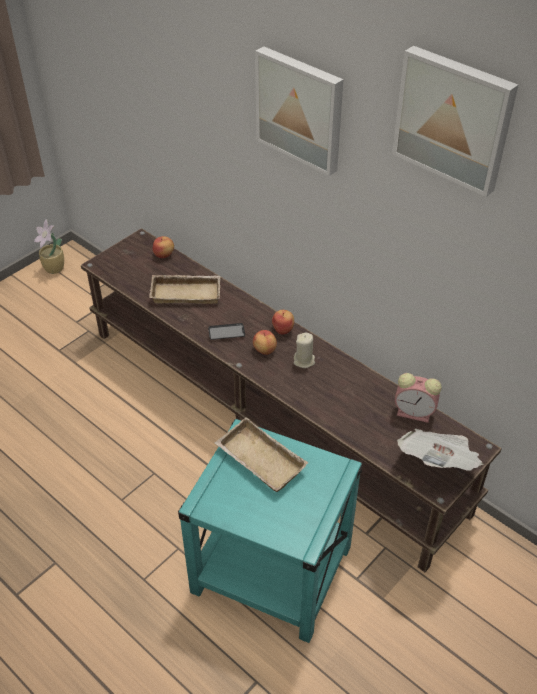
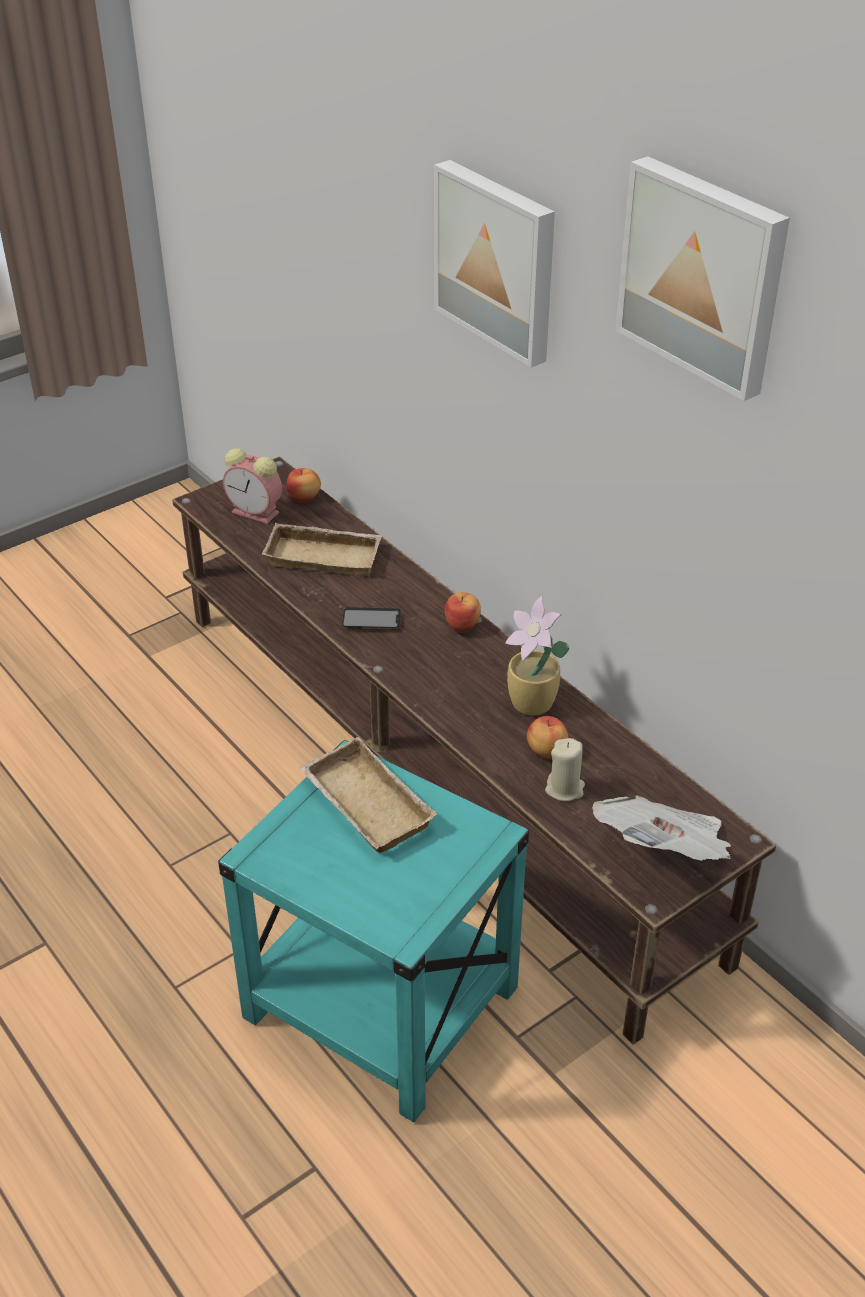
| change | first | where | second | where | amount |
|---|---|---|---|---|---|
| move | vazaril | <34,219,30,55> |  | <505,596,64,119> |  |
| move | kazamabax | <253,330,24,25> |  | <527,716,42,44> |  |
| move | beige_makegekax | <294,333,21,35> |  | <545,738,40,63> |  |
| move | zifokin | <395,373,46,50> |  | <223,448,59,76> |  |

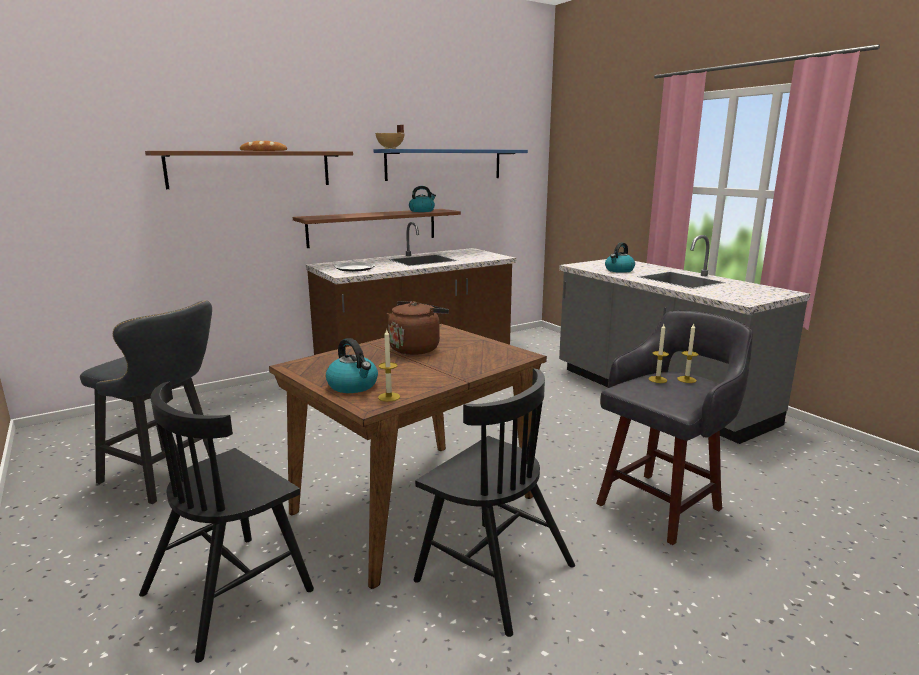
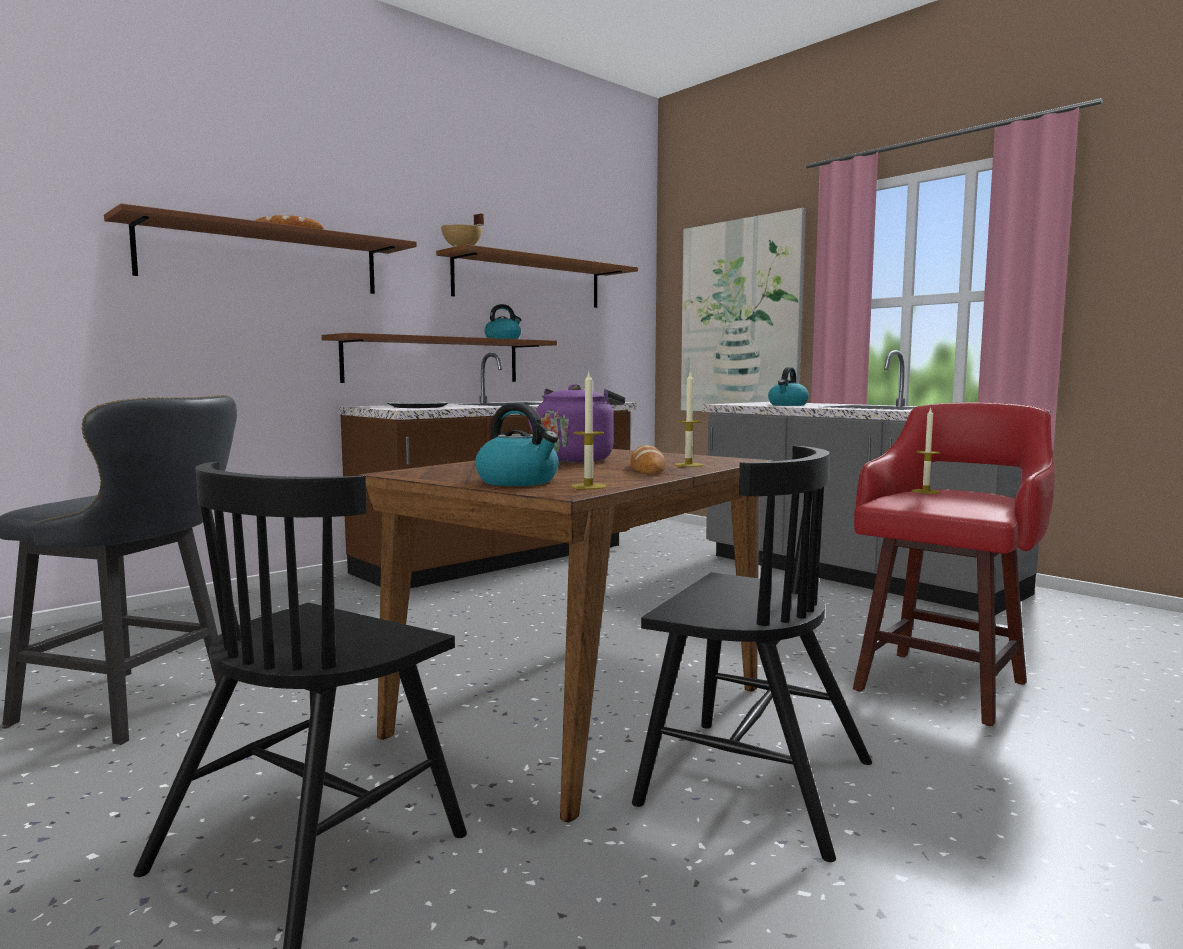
| change | first | where | second | where | amount |
|---|---|---|---|---|---|
| recolor | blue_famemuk | <373,149,155,32> | brown_famemuk | <436,244,202,64> |  |
| recolor | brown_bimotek | <387,301,62,54> | purple_bimotek | <528,384,97,79> |  |
| recolor | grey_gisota | <596,311,157,234> | red_gisota | <853,402,203,324> |  |
| move | makegekax | <677,324,21,59> |  | <674,373,29,94> |  |
| insert |  |  | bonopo | <631,445,34,29> |  |
| insert |  |  | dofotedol | <681,208,125,203> |  |

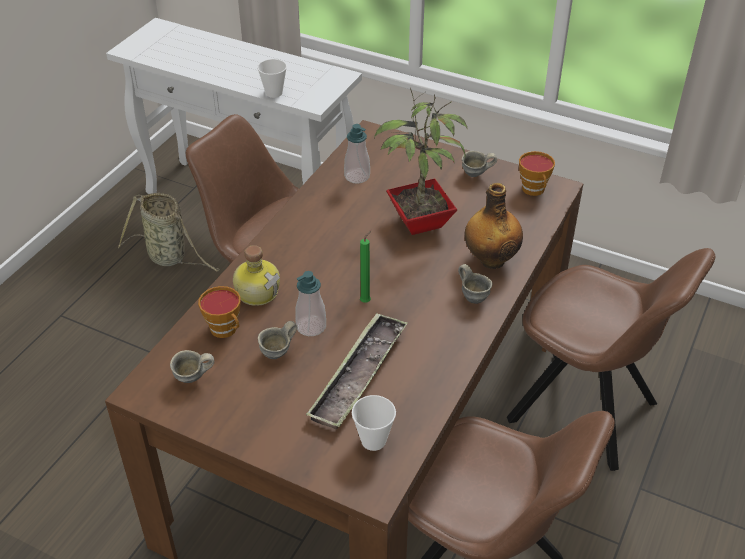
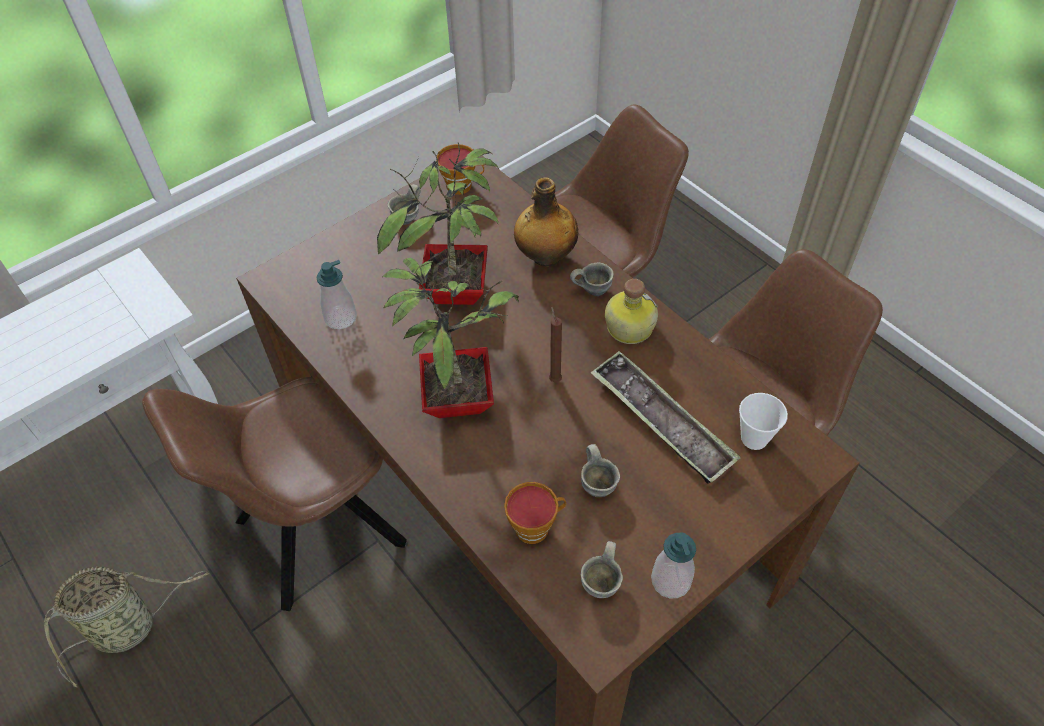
| change | first | where | second | where | amount |
|---|---|---|---|---|---|
| move | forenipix | <233,245,47,61> |  | <605,279,53,65> |  |
| delete | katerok | <257,59,30,39> |  |  |  |
| move | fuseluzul | <295,271,31,65> |  | <651,533,45,65> |  |
| recolor | green_makegekax | <360,230,12,73> | brown_makegekax | <549,306,13,76> |  |
| insert |  |  | vazaril | <383,258,136,160> |  |

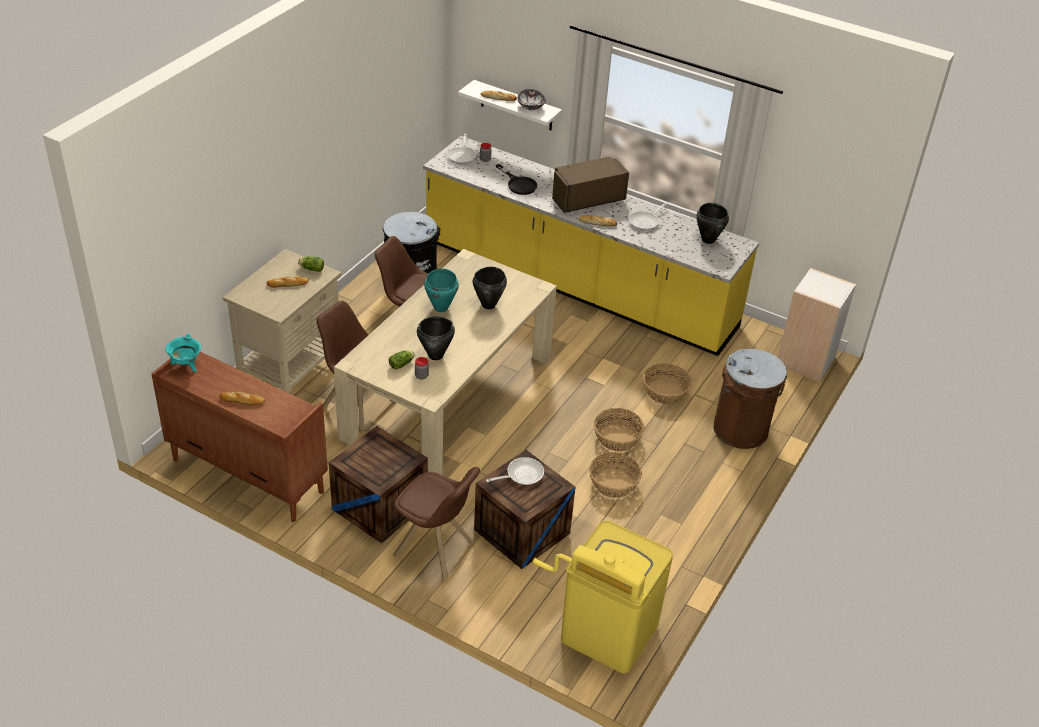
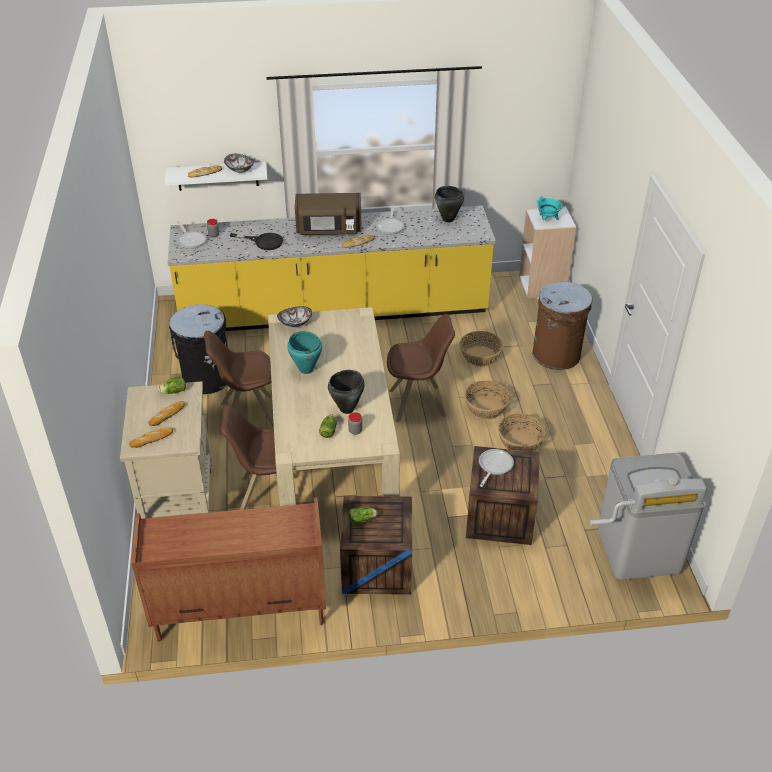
| change | first | where | second | where | amount |
|---|---|---|---|---|---|
| move | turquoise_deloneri | <165,333,36,39> |  | <537,196,26,24> |  |
| move | bonopo | <220,392,45,13> |  | <129,427,44,21> |  |
| move | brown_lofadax | <393,467,87,113> |  | <387,314,68,109> |  |
| delete | black_deloneri | <473,267,34,42> |  |  |  |
| recolor | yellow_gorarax | <532,521,141,152> | grey_gorarax | <590,453,117,127> |  |
| rotate | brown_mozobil | <552,156,77,57> |  | <295,193,67,42> | 120 degrees counterclockwise |
| insert |  |  | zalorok | <277,306,35,21> |  |
| insert |  |  | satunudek | <349,507,29,17> |  |

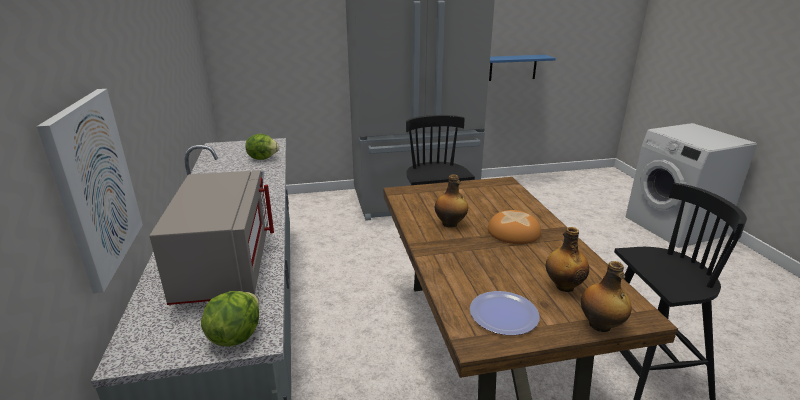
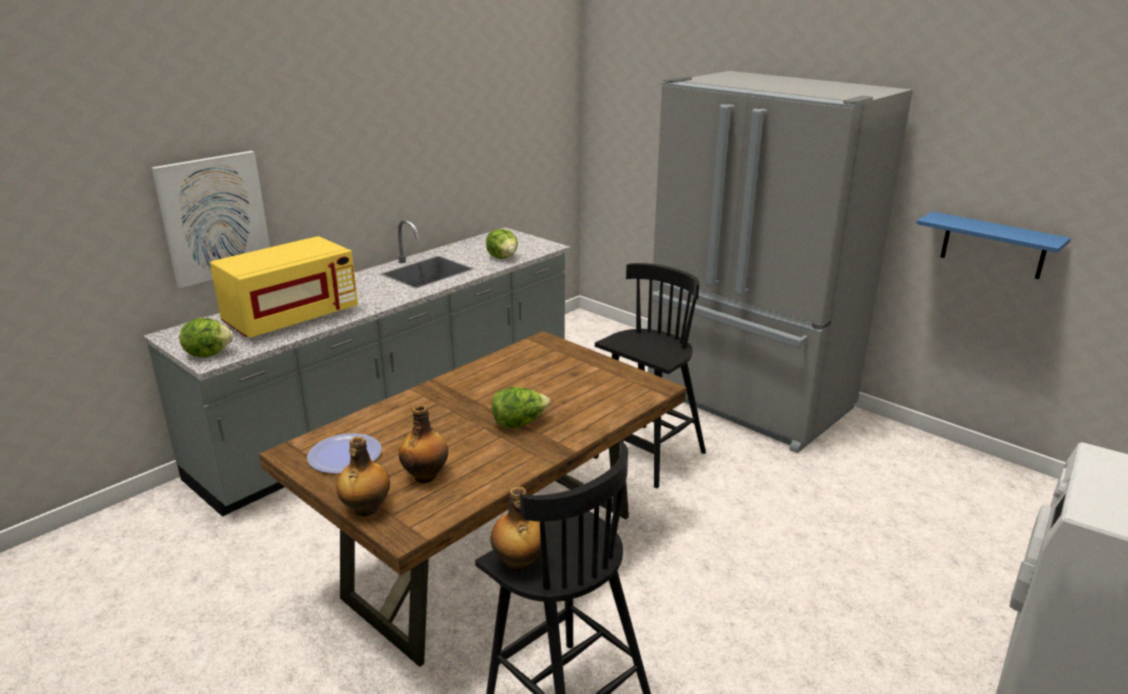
| change | first | where | second | where | amount |
|---|---|---|---|---|---|
| recolor | grey_mozobil | <150,170,124,135> | yellow_mozobil | <210,236,148,102> |  |
| move | forenipix | <434,174,34,54> |  | <490,487,51,84> |  |
| replace | bonopo | <488,210,53,34> | satunudek | <491,387,60,41> |  |

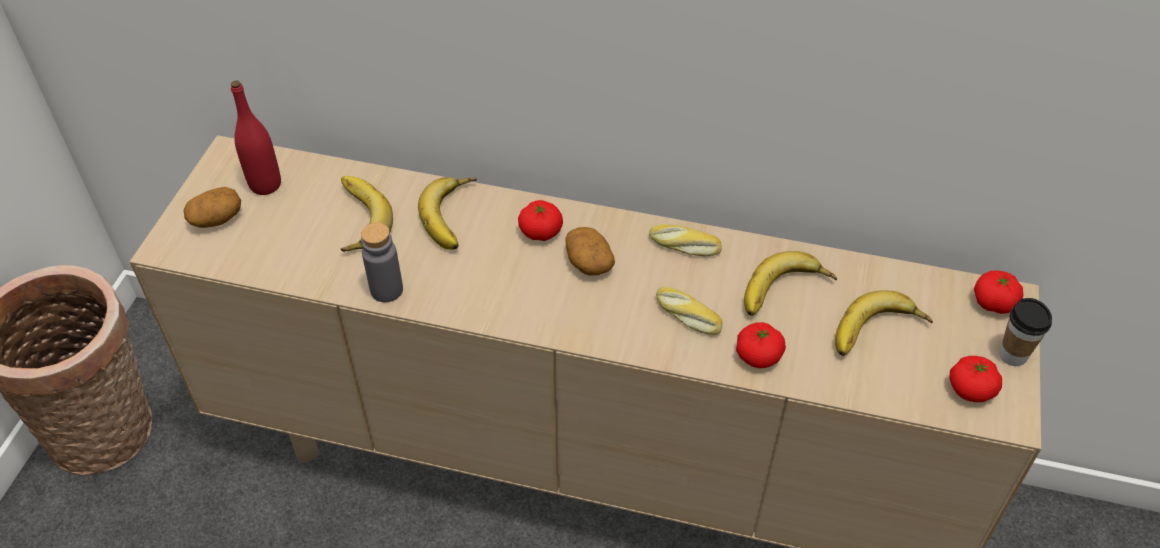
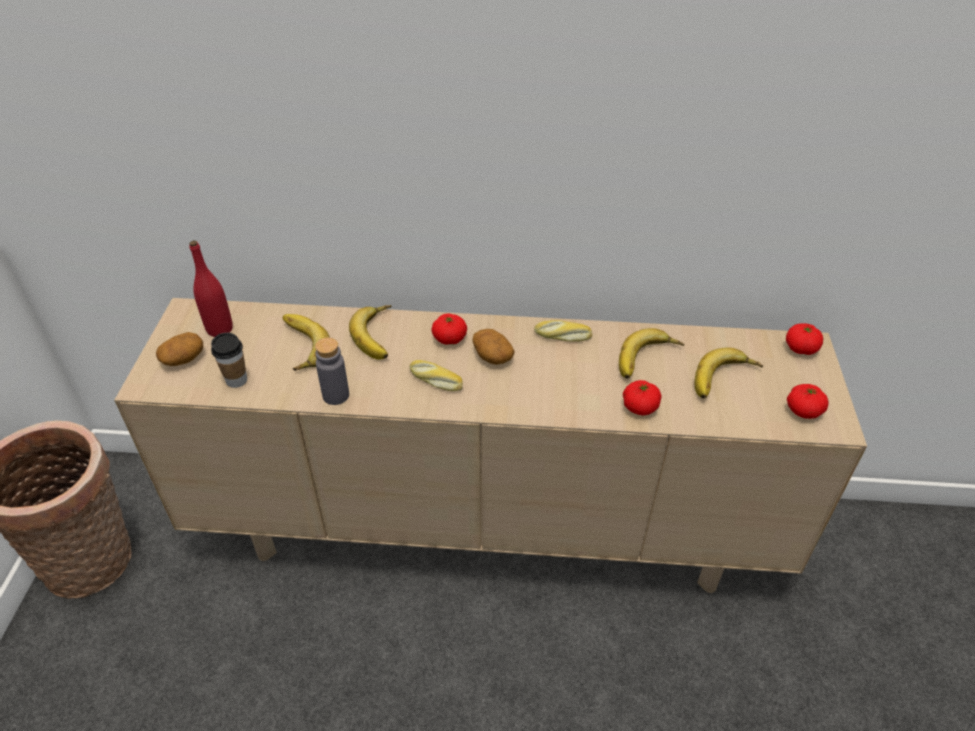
| change | first | where | second | where | amount |
|---|---|---|---|---|---|
| move | bonopo | <656,287,66,48> |  | <409,360,54,31> |  |
| move | katerok | <999,298,53,68> |  | <211,333,36,55> |  |

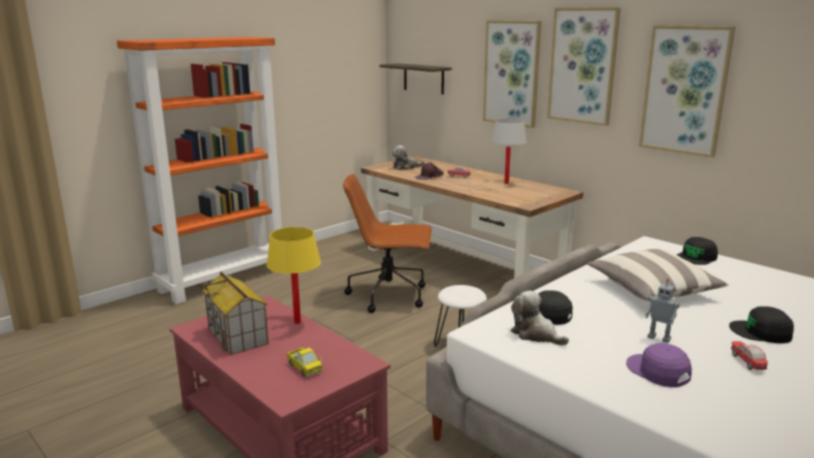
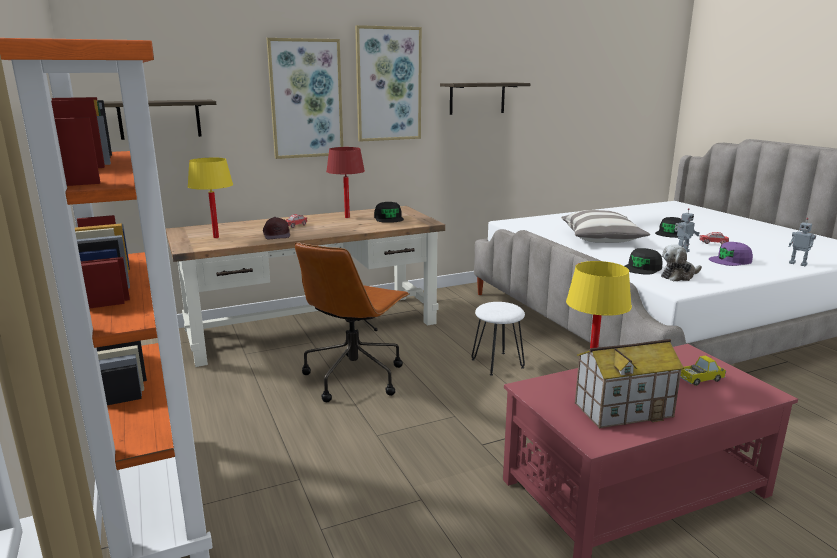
| change | first | where | second | where | amount |
|---|---|---|---|---|---|
| replace | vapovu | <392,145,33,25> | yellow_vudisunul | <187,158,46,80> |  |
| recolor | white_vudisunul | <491,119,36,65> | red_vudisunul | <326,147,39,71> |  |
| replace | dofotedol | <639,25,96,133> | famemuk | <440,82,90,33> |  |
| move | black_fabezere | <677,237,41,28> |  | <374,202,30,21> |  |
| insert |  |  | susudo | <789,218,27,48> |  |

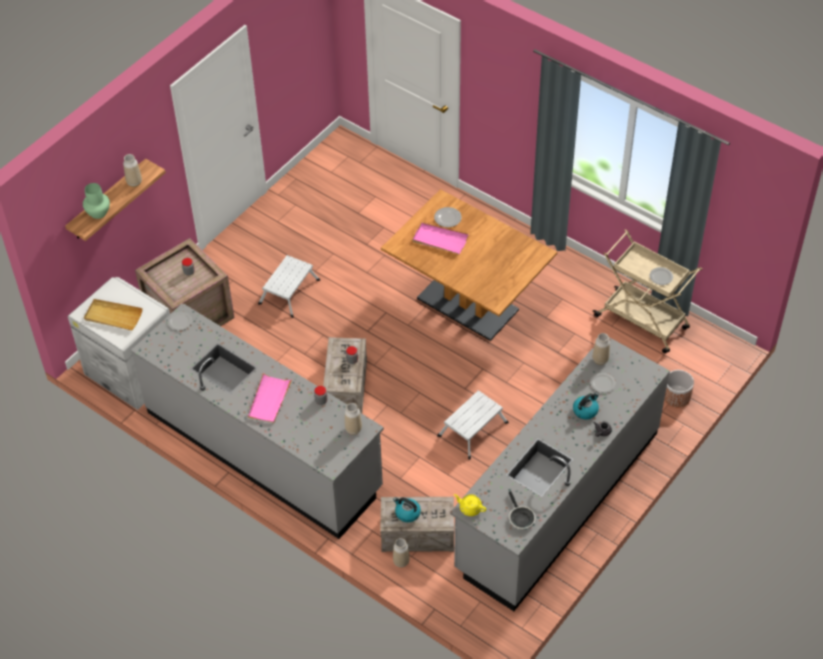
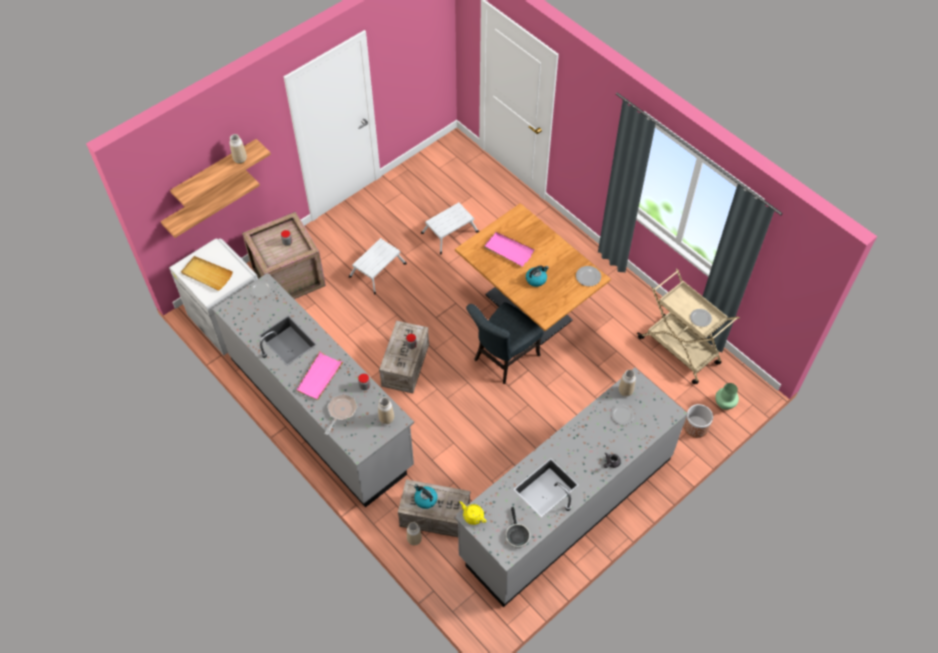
| change | first | where | second | where | amount |
|---|---|---|---|---|---|
| move | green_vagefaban | <83,183,27,36> |  | <715,383,24,27> |  |
| move | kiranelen | <434,207,28,20> |  | <576,266,25,20> |  |
| move | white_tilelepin | <437,390,72,70> |  | <421,202,58,53> |  |
| move | bimotek | <573,393,26,27> |  | <526,266,23,21> |  |
| insert |  |  | famemuk | <161,170,99,68> |  |
| insert |  |  | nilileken | <324,394,34,41> |  |
| insert |  |  | grey_lofadax | <466,302,77,82> |  |

